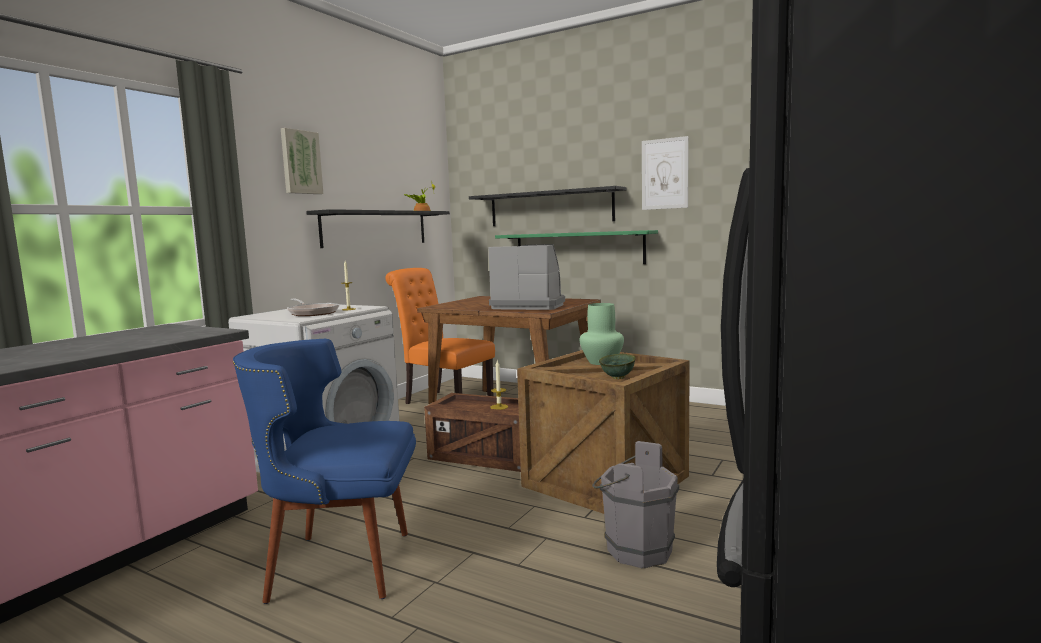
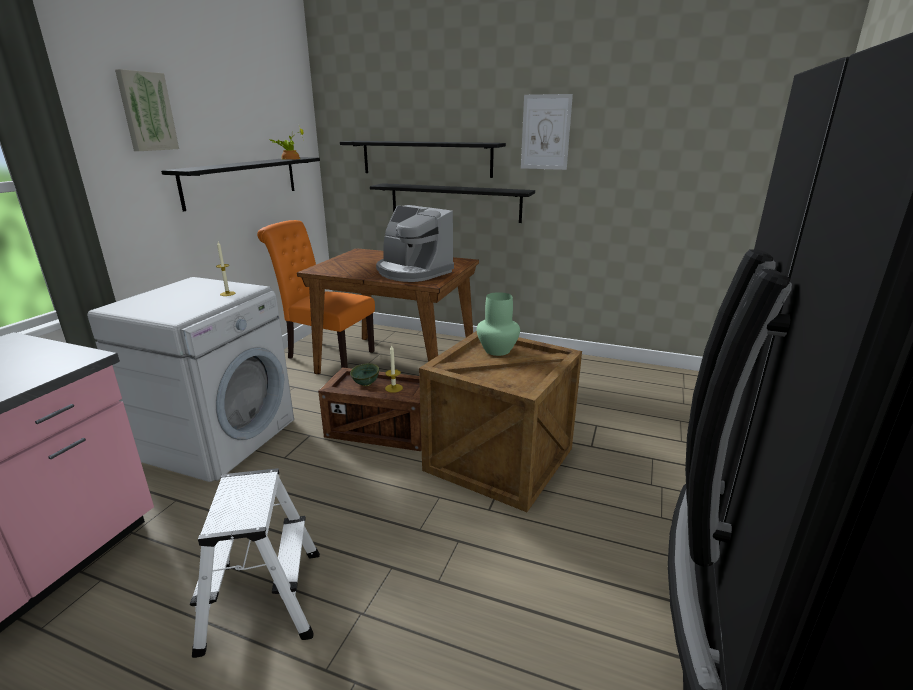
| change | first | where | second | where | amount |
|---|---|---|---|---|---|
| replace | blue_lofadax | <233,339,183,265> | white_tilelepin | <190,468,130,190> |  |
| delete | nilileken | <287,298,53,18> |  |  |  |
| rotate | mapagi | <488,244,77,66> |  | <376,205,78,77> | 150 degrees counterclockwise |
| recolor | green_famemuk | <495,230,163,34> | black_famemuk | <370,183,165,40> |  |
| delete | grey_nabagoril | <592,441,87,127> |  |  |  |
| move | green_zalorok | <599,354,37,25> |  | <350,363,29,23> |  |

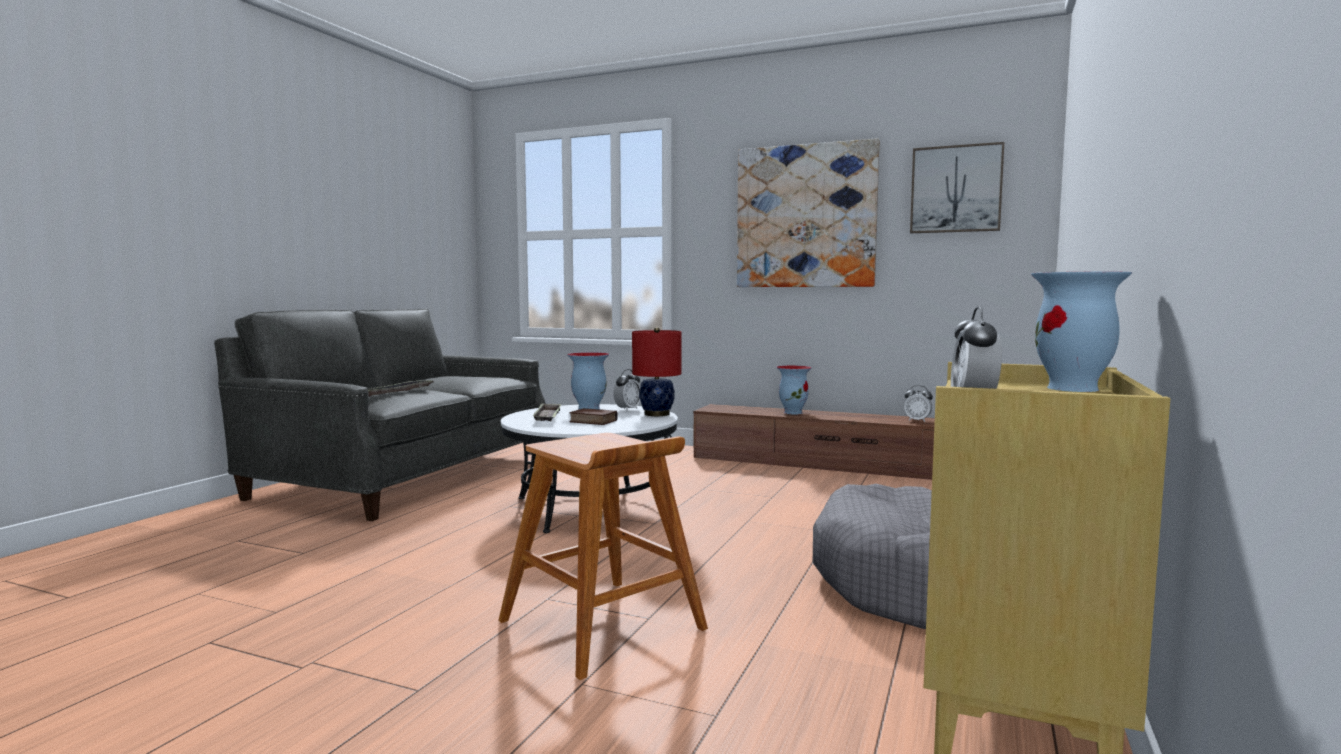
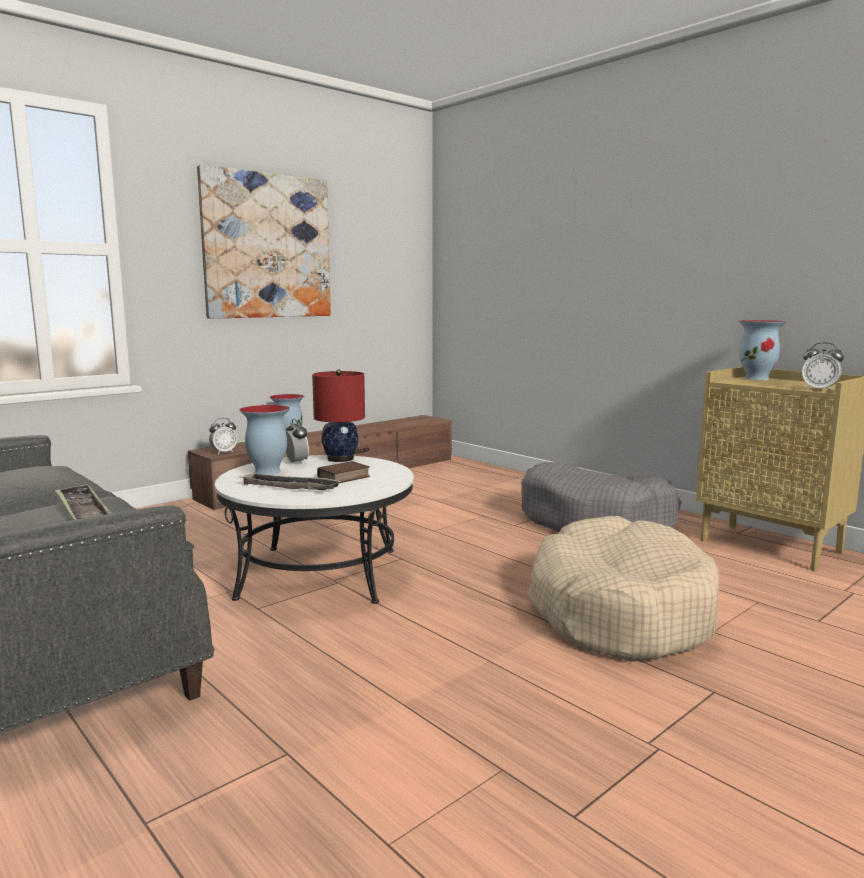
| change | first | where | second | where | amount |
|---|---|---|---|---|---|
| replace | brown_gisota | <498,433,210,247> | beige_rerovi | <528,516,191,146> |  |
| move | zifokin | <904,385,29,37> |  | <209,418,28,36> |  |
| delete | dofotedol | <910,142,94,91> |  |  |  |

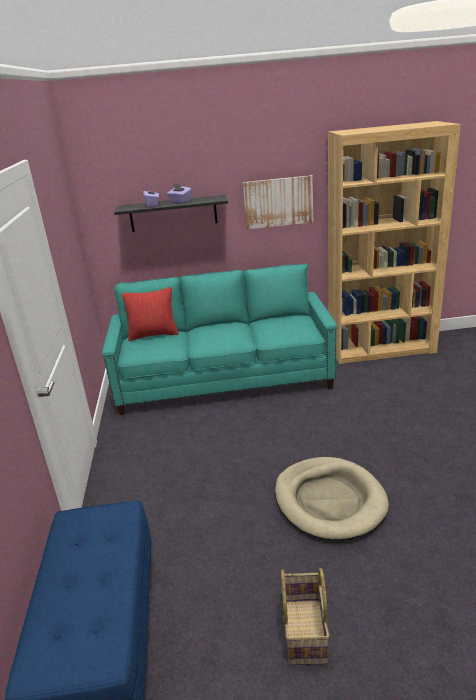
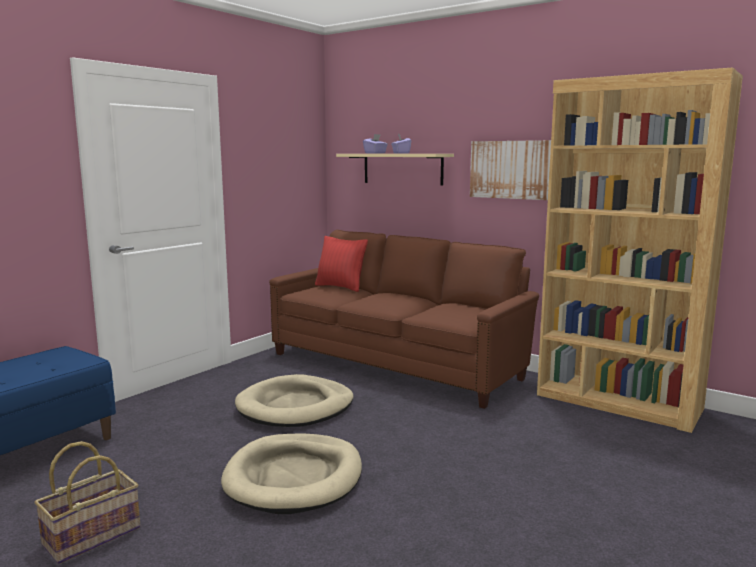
| change | first | where | second | where | amount |
|---|---|---|---|---|---|
| recolor | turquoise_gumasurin | <102,264,235,151> | brown_gumasurin | <269,230,270,179> |  |
| recolor | black_famemuk | <114,195,114,37> | beige_famemuk | <336,154,118,31> |  |
| insert |  |  | beige_rerovi | <235,374,119,53> |  |

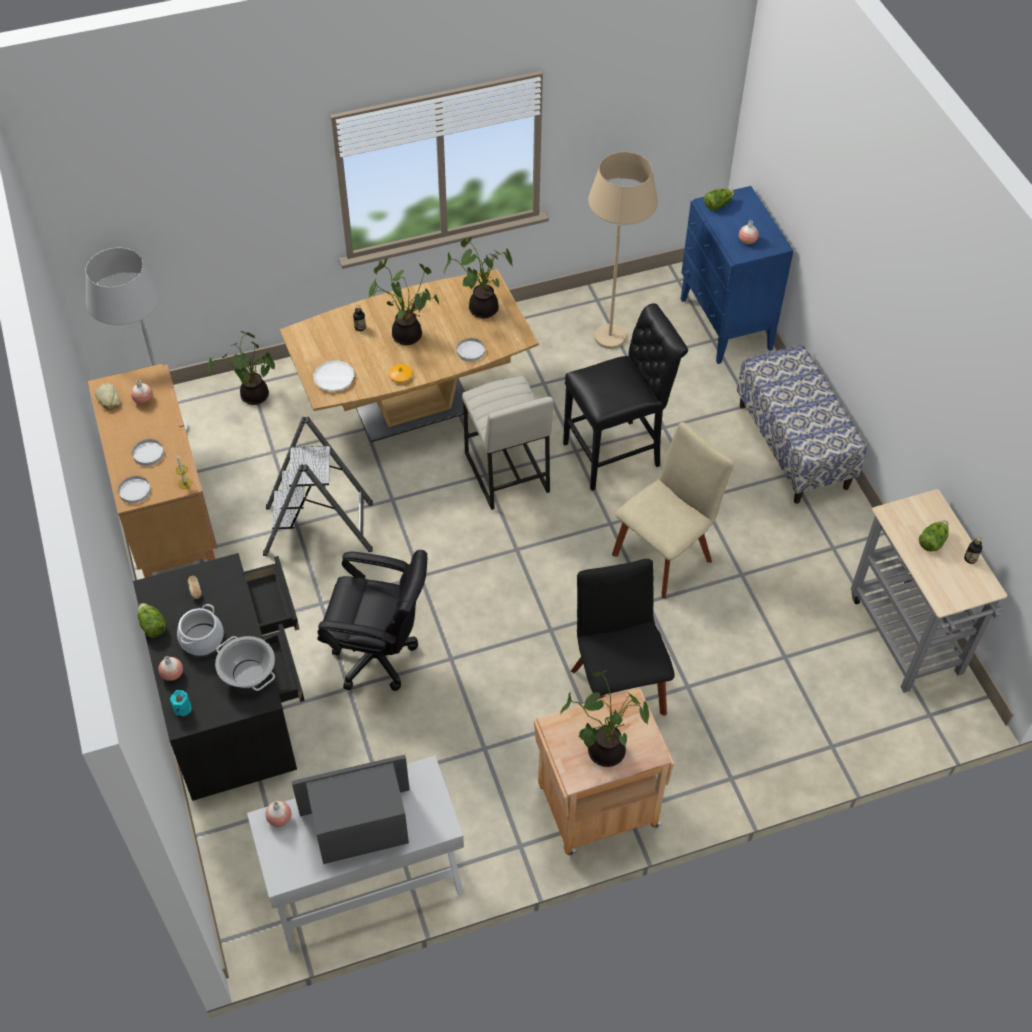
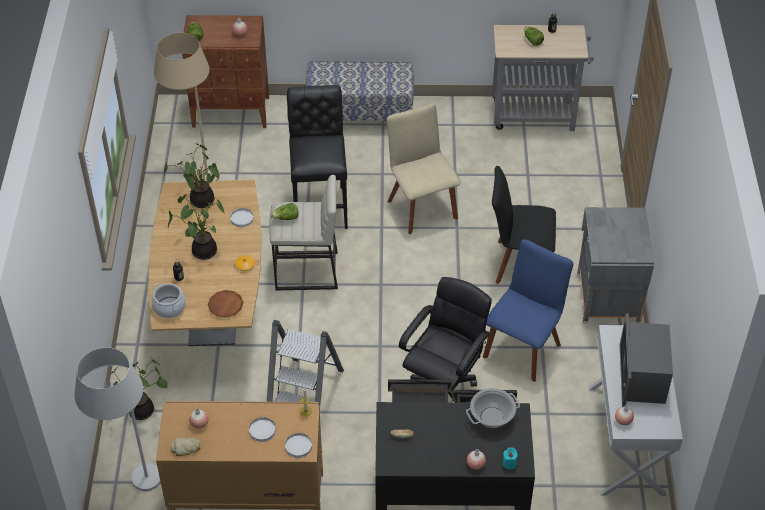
| change | first | where | second | where | amount |
|---|---|---|---|---|---|
| move | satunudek | <138,603,29,34> |  | <271,203,28,17> |  |
| move | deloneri | <177,604,47,52> |  | <151,283,35,35> |  |
| recolor | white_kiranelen | <313,360,42,32> | brown_kiranelen | <208,290,36,27> |  |
| recolor | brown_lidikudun | <534,687,140,171> | grey_lidikudun | <577,207,77,117> |  |
| delete | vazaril | <560,670,89,97> |  |  |  |
| recolor | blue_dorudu | <681,186,113,178> | brown_dorudu | <182,15,87,113> |  |
| insert |  |  | blue_lofadax | <483,239,91,143> |  |

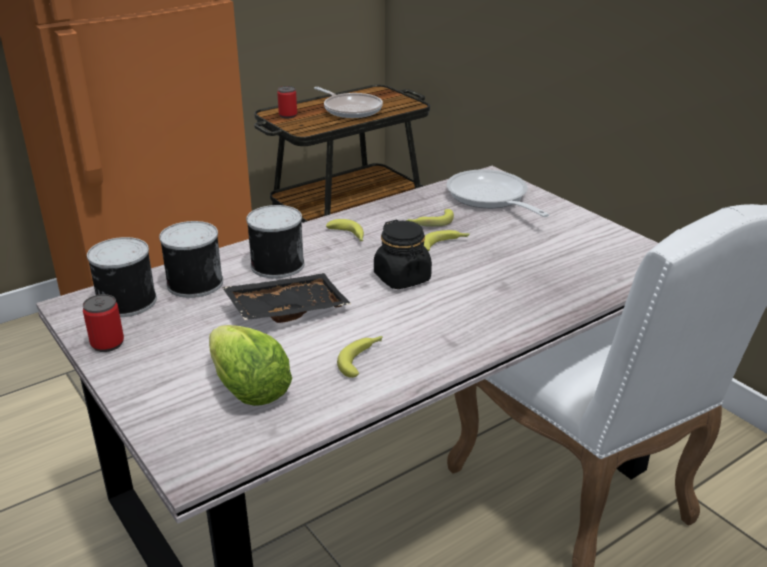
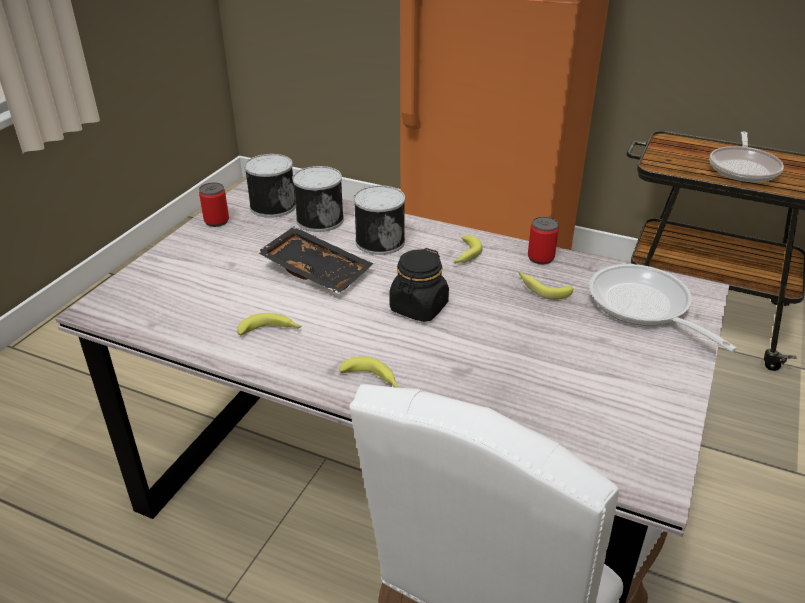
| change | first | where | second | where | amount |
|---|---|---|---|---|---|
| delete | satunudek | <209,325,83,81> |  |  |  |
| move | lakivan | <277,86,20,32> |  | <528,217,31,47> |  |
| move | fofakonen | <424,230,46,22> |  | <339,356,60,32> |  |
| rotate | nilileken | <447,170,102,47> |  | <589,264,148,88> | 60 degrees counterclockwise |

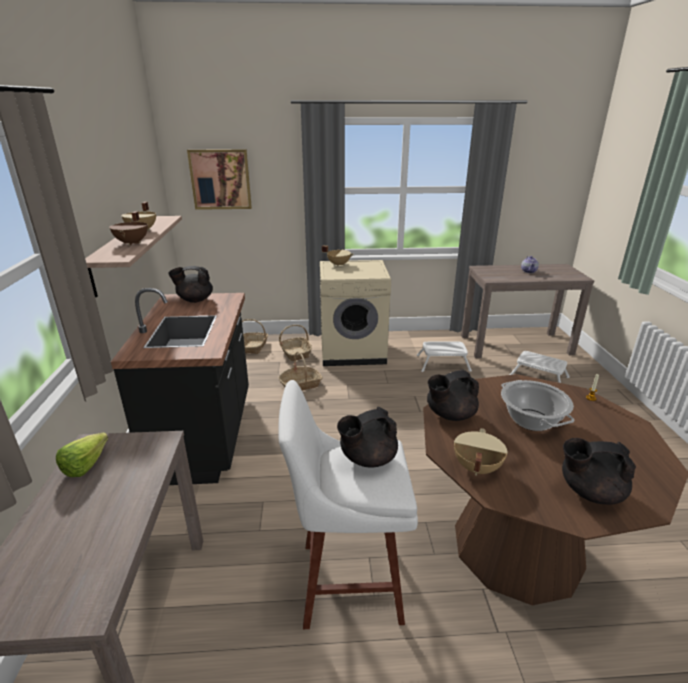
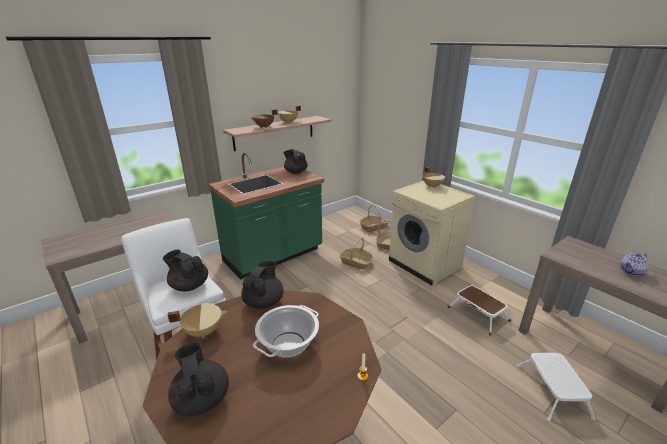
| change | first | where | second | where | amount |
|---|---|---|---|---|---|
| delete | satunudek | <56,433,52,44> |  |  |  |
| recolor | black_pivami | <111,288,138,197> | green_pivami | <209,153,115,126> |  |
| delete | dofotedol | <187,149,65,61> |  |  |  |
| recolor | white_tilelepin | <416,341,56,31> | brown_tilelepin | <447,285,64,51> |  |
| rotate | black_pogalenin | <427,369,52,52> |  | <241,261,43,48> | 75 degrees clockwise |

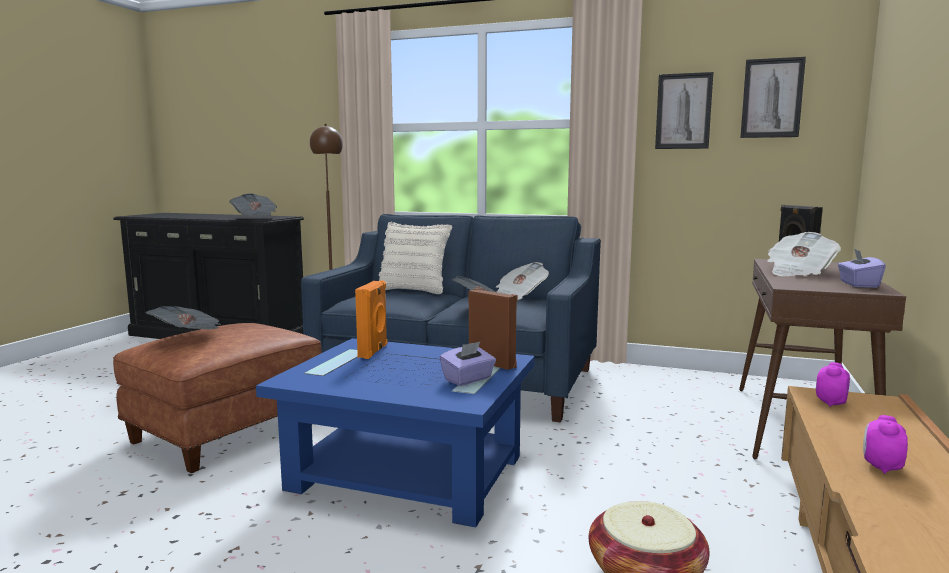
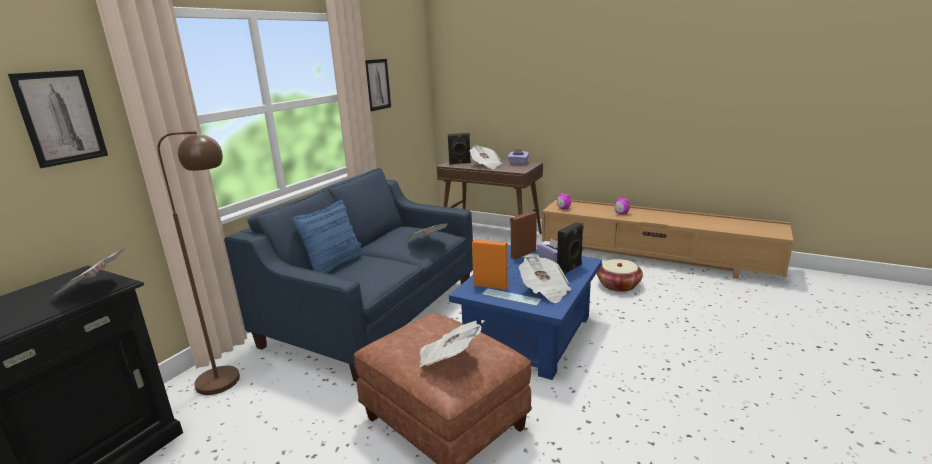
| change | first | where | second | where | amount |
|---|---|---|---|---|---|
| recolor | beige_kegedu | <379,222,73,72> | blue_kegedu | <293,200,71,74> |  |
| move | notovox | <496,262,53,38> |  | <519,255,52,48> |  |
| move | dofotedol | <740,57,66,81> |  | <8,70,100,98> |  |
| insert |  |  | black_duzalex | <557,222,26,53> |  |

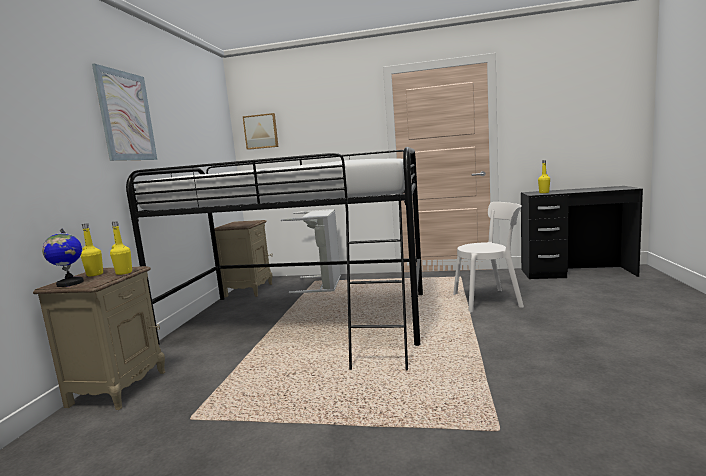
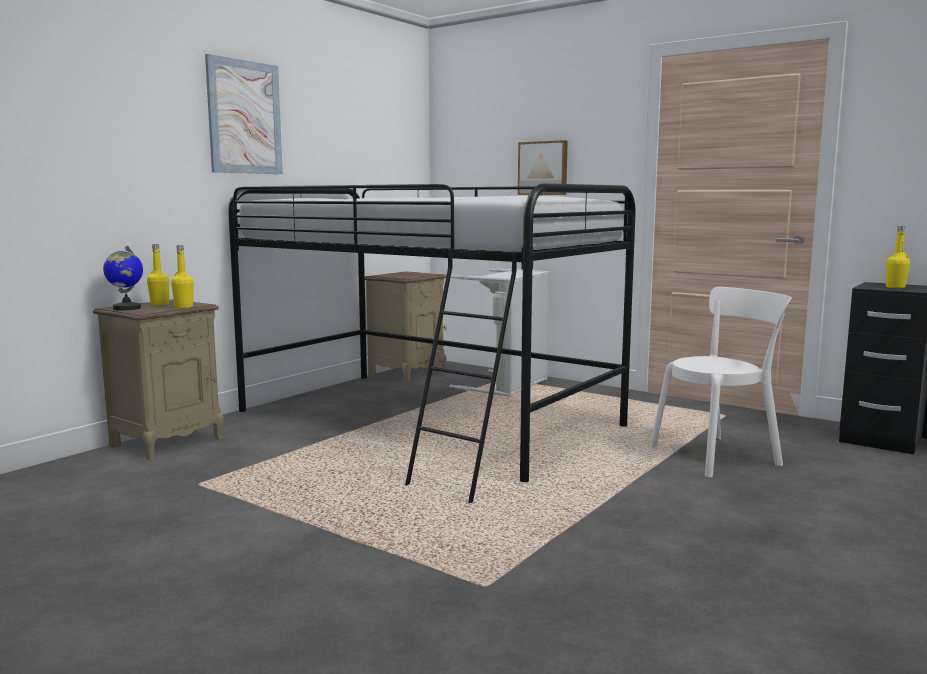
| change | first | where | second | where | amount |
|---|---|---|---|---|---|
| move | dofotedol | <243,113,36,37> |  | <518,140,50,55> |  |
| rotate | white_lofadax | <453,202,71,110> |  | <650,287,142,190> | 45 degrees counterclockwise |

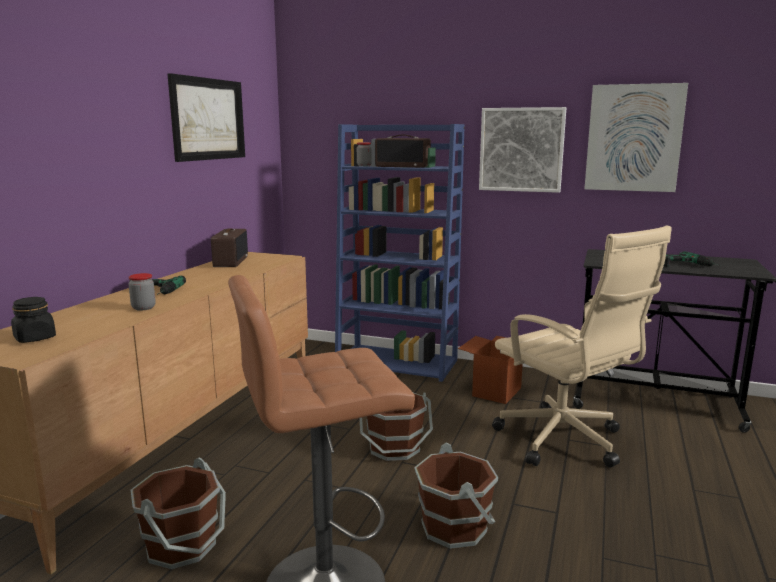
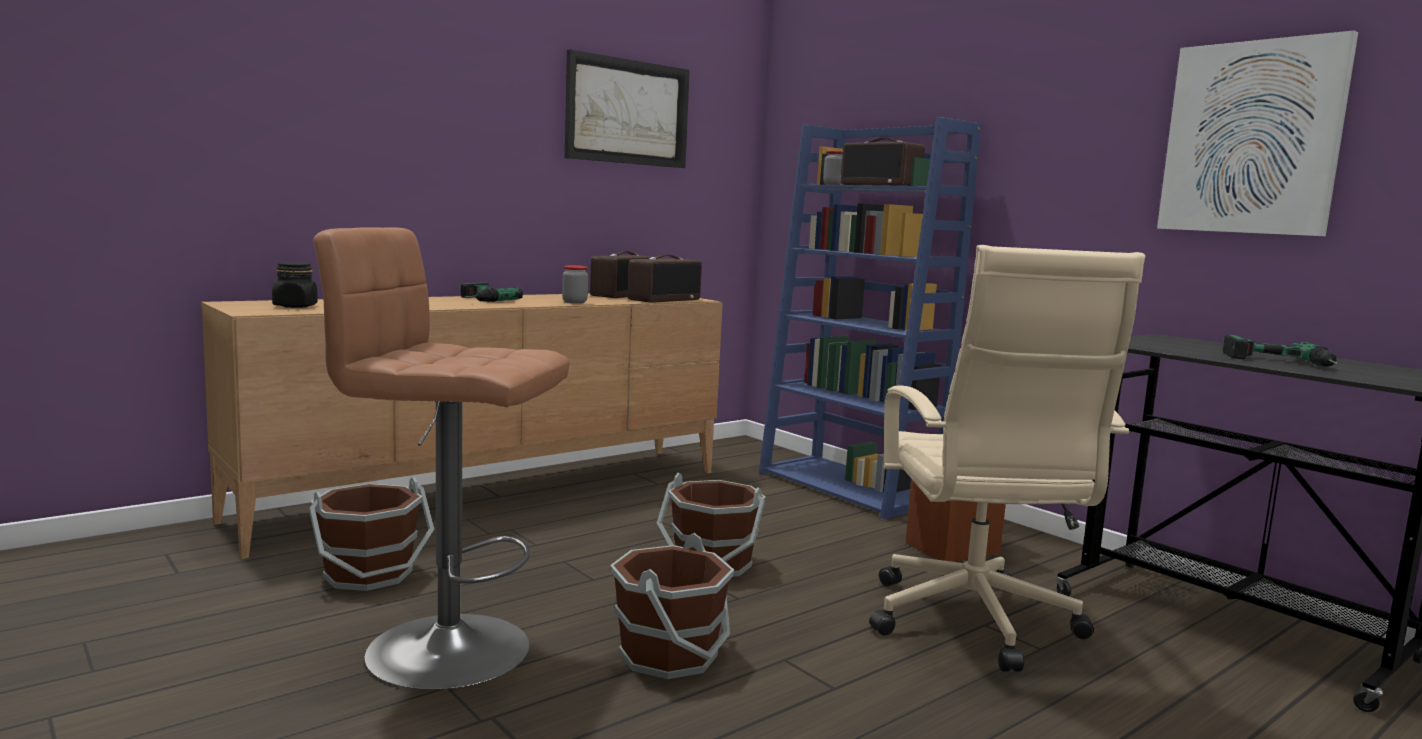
| change | first | where | second | where | amount |
|---|---|---|---|---|---|
| move | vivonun | <128,273,28,38> |  | <562,265,26,39> |  |
| delete | dofotedol | <479,107,87,86> |  |  |  |
| insert |  |  | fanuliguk | <628,254,74,49> |  |

